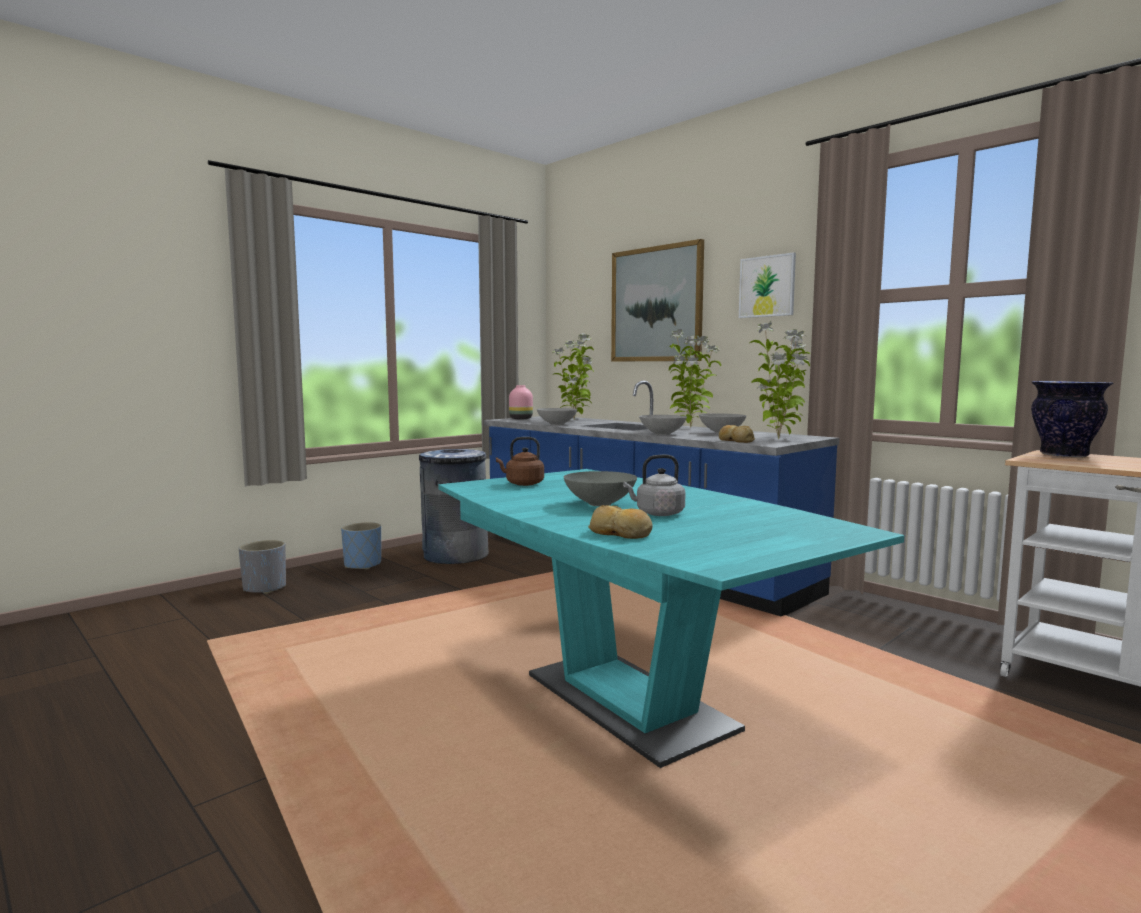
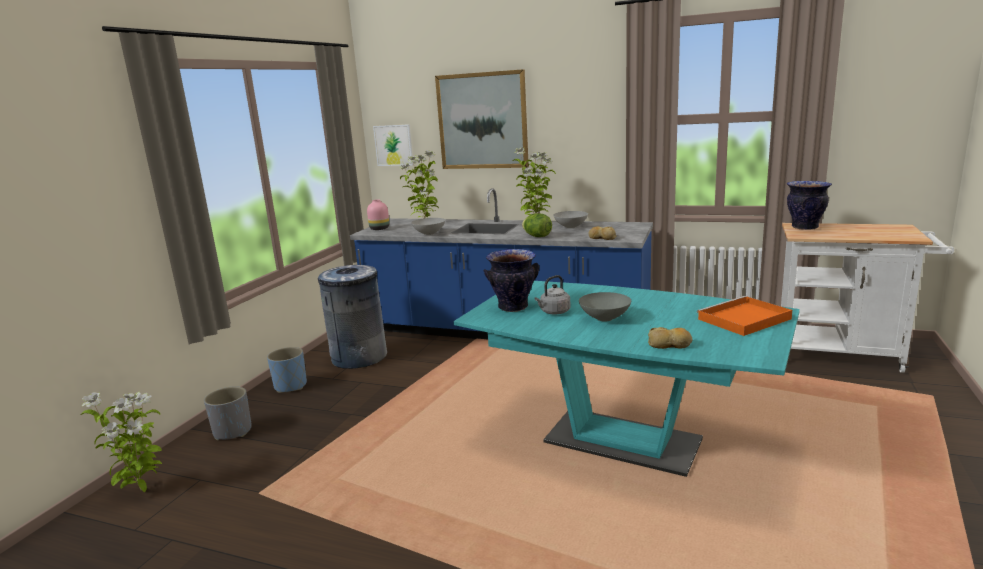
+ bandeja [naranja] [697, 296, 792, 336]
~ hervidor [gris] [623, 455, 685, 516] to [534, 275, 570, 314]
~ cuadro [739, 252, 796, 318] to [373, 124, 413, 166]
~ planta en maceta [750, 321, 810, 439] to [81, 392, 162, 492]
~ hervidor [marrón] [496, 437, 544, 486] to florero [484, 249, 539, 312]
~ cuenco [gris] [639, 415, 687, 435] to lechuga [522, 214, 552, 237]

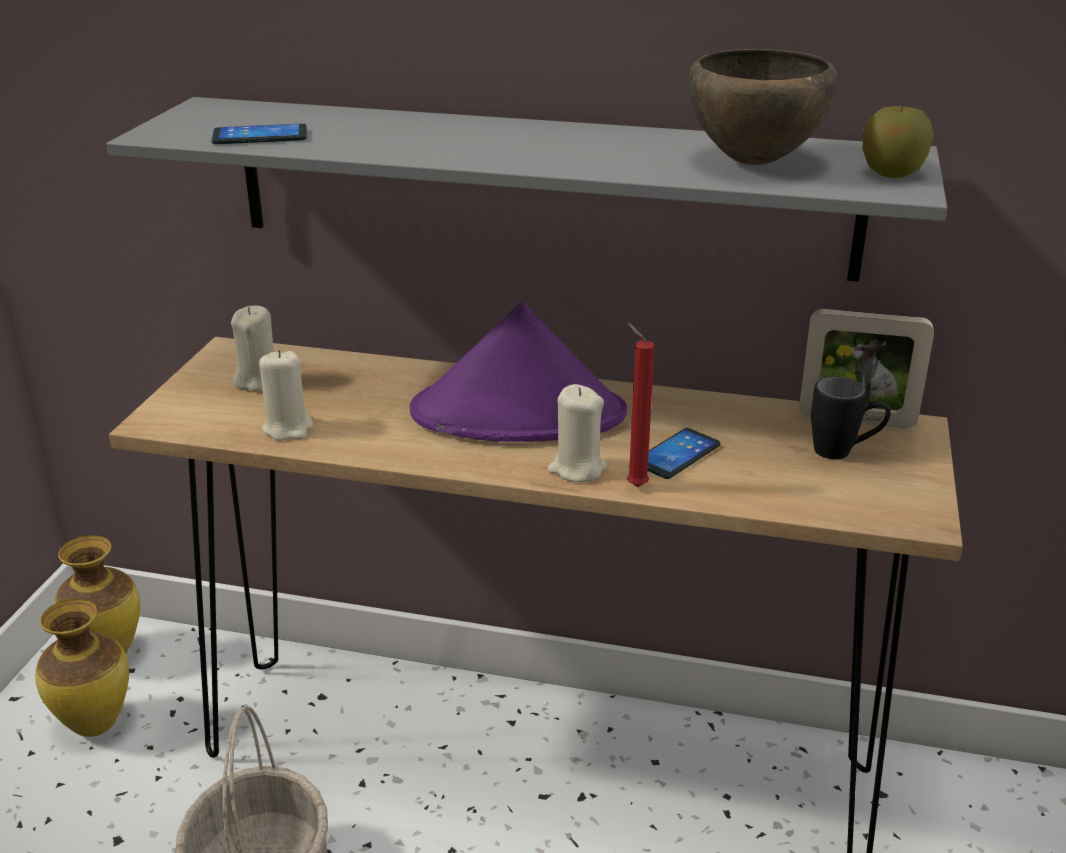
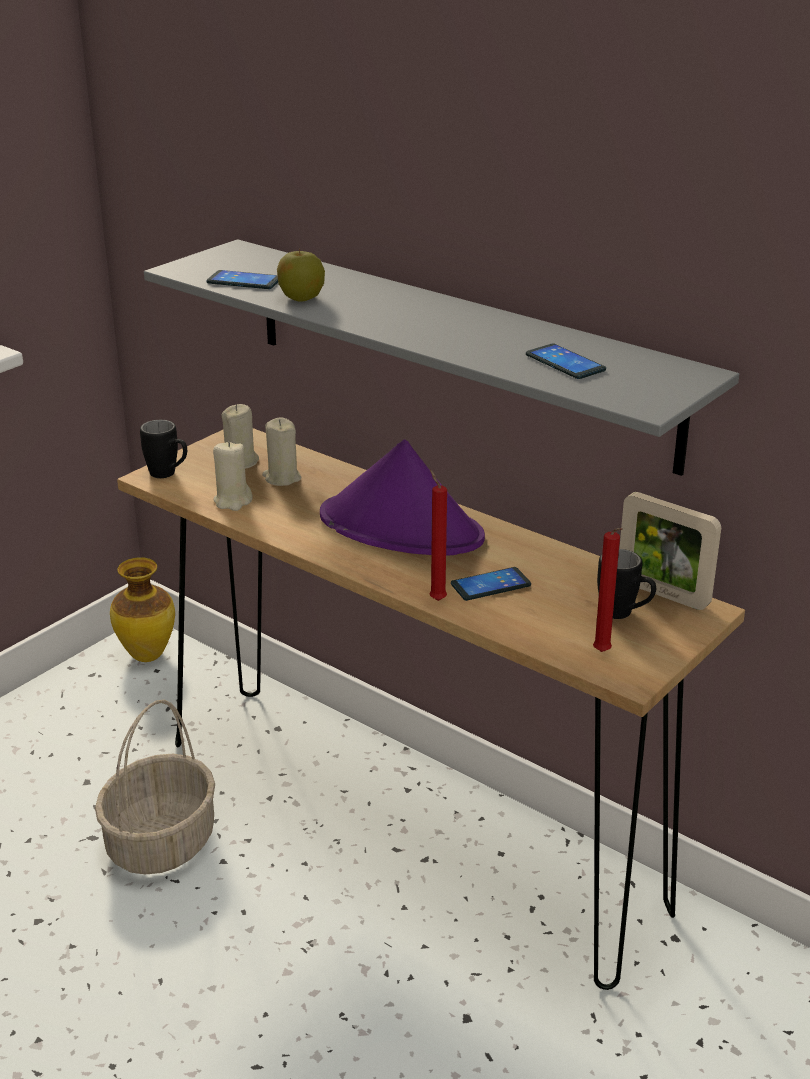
- florero [35, 598, 129, 737]
+ taza grande [negro] [140, 420, 187, 478]
+ vela [rojo] [593, 528, 623, 652]
~ vela [beis] [548, 384, 607, 482] to [262, 418, 301, 486]
~ manzana [863, 101, 934, 178] to [277, 248, 325, 302]
~ cuenco [marrón] [688, 49, 837, 165] to móvil [526, 344, 606, 379]

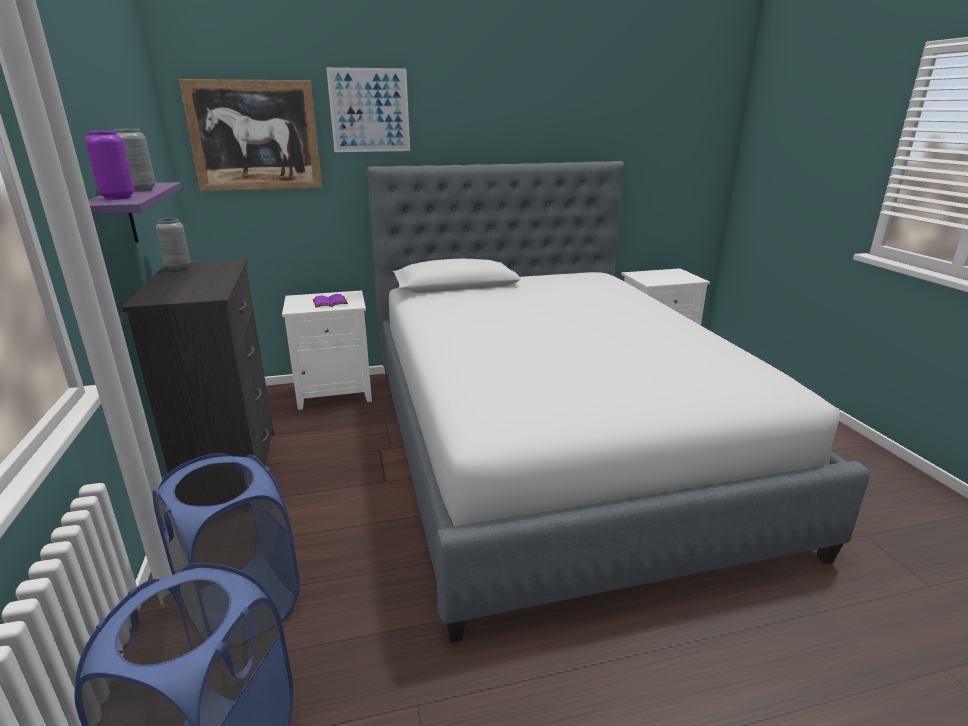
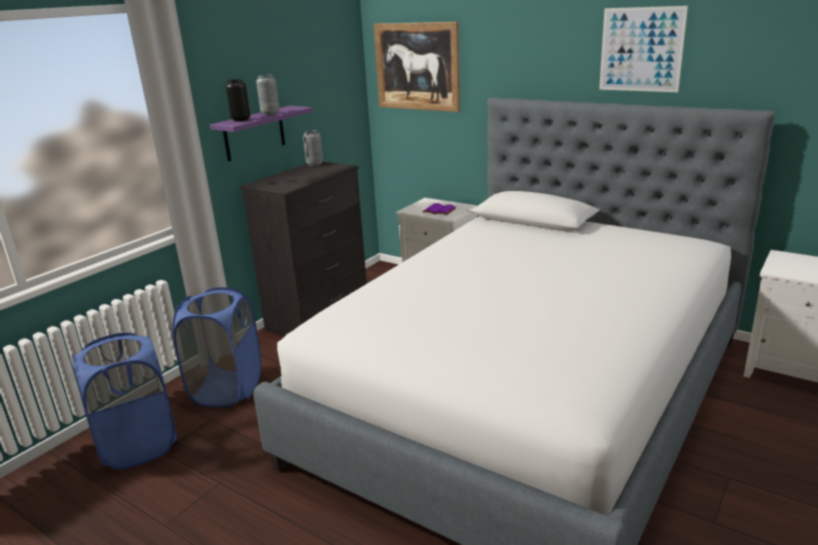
~ cuadro [326, 67, 410, 152] to [599, 6, 688, 92]
~ florero [morado] [85, 131, 134, 200] to florero [negro] [226, 79, 250, 121]

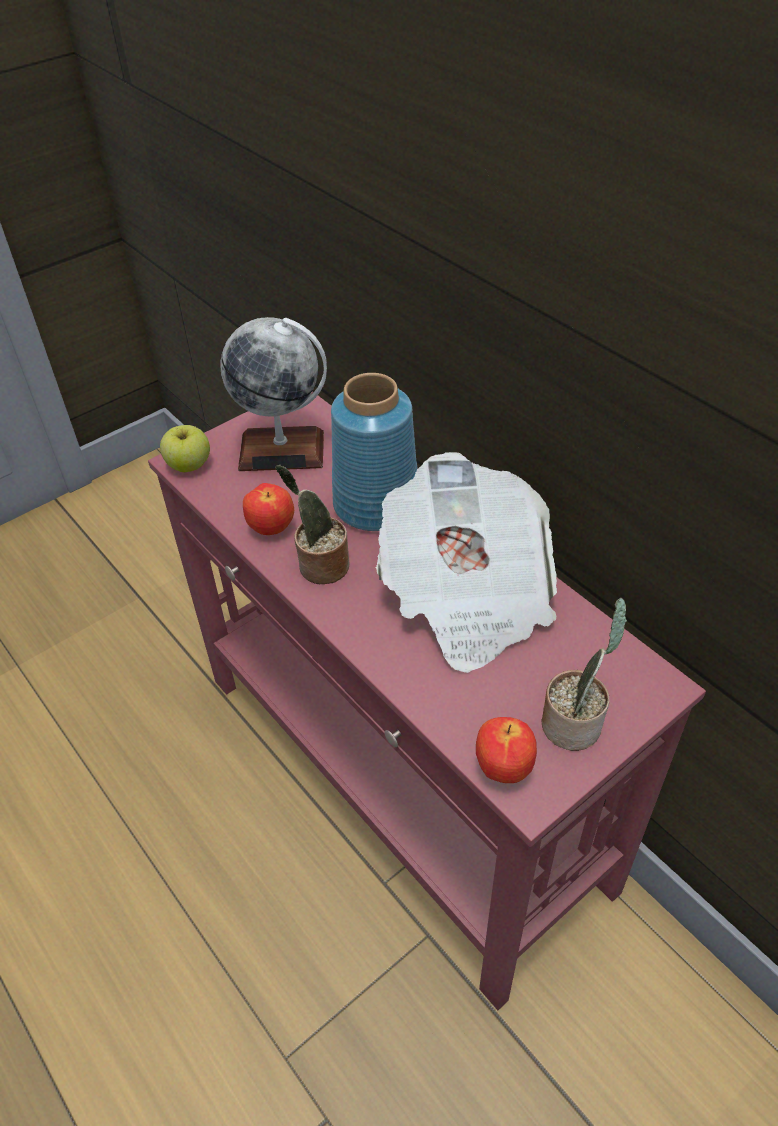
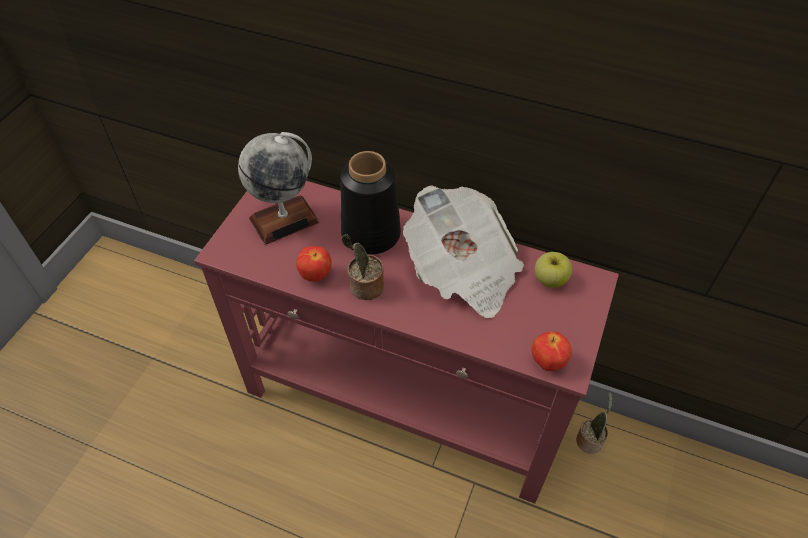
~ manzana [160, 425, 210, 472] to [535, 252, 572, 288]
~ planta en maceta [542, 598, 627, 751] to [576, 392, 613, 454]
~ florero [azul] [331, 373, 417, 531] to florero [negro] [340, 151, 401, 255]

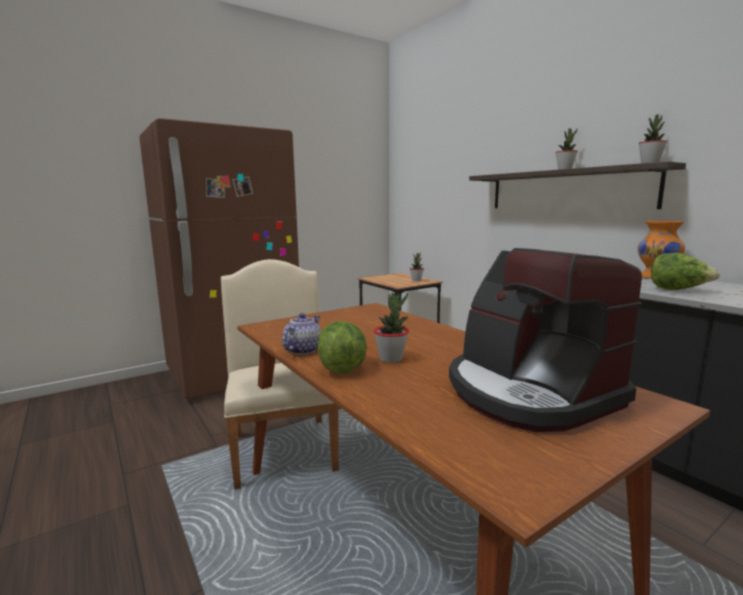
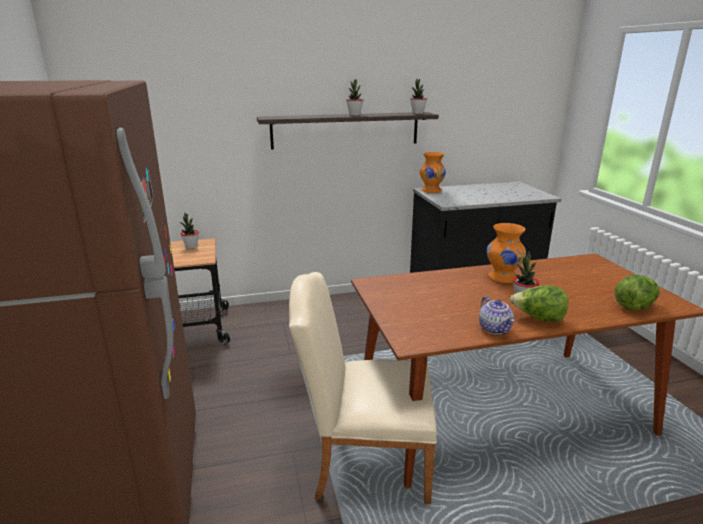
- cafetera [449, 248, 642, 432]
+ florero [naranja] [487, 223, 526, 283]
~ lechuga [651, 253, 720, 290] to [615, 274, 660, 311]
~ tetera [282, 313, 322, 355] = [479, 296, 514, 335] 150 degrees counterclockwise

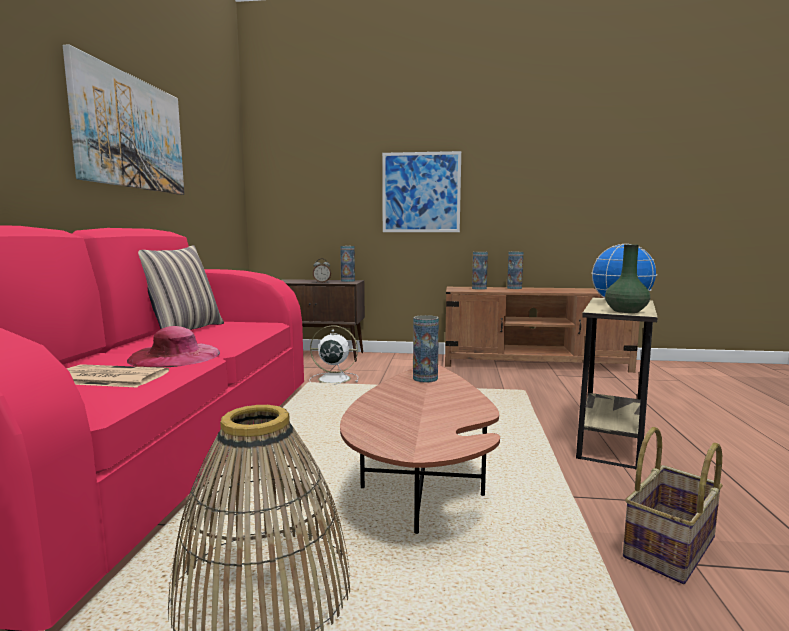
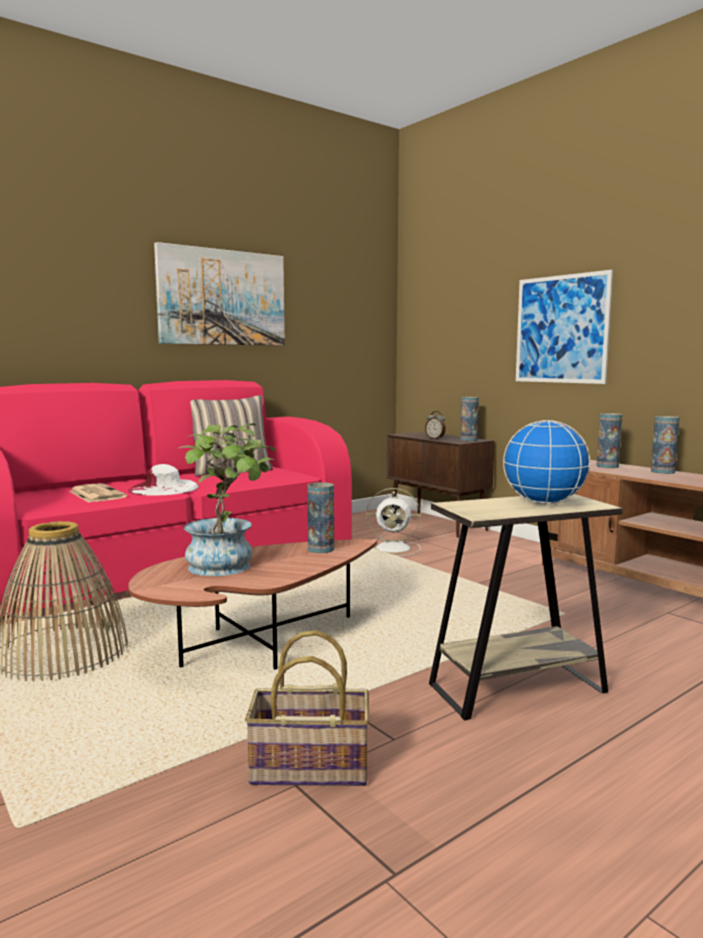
- florero [verde] [605, 245, 650, 313]
+ planta en maceta [179, 423, 276, 576]
~ sombrero [rosa] [127, 326, 220, 368] to sombrero [blanco] [128, 464, 199, 496]
~ ventilador [blanco] [309, 325, 358, 385] = [366, 488, 421, 556] 135 degrees clockwise

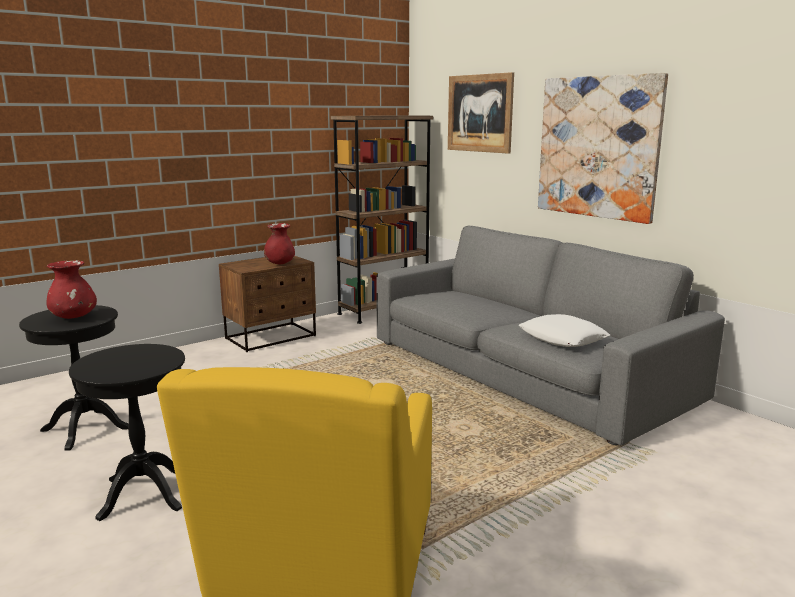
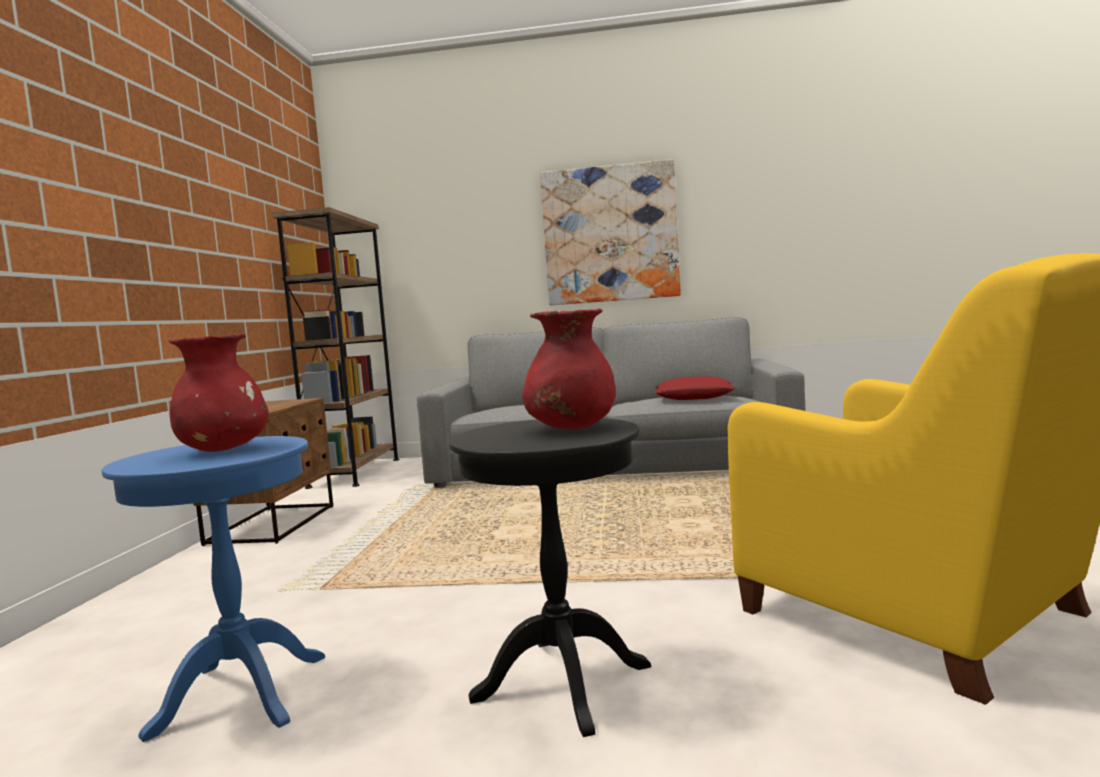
- cuadro [448, 72, 514, 154]
~ florero [rojo] [264, 223, 295, 264] to [522, 308, 616, 429]
~ mesa auxiliar [negro] [19, 305, 129, 451] to mesa auxiliar [azul] [102, 436, 325, 742]
~ cojín [blanco] [519, 314, 610, 347] to cojín [rojo] [655, 376, 735, 400]

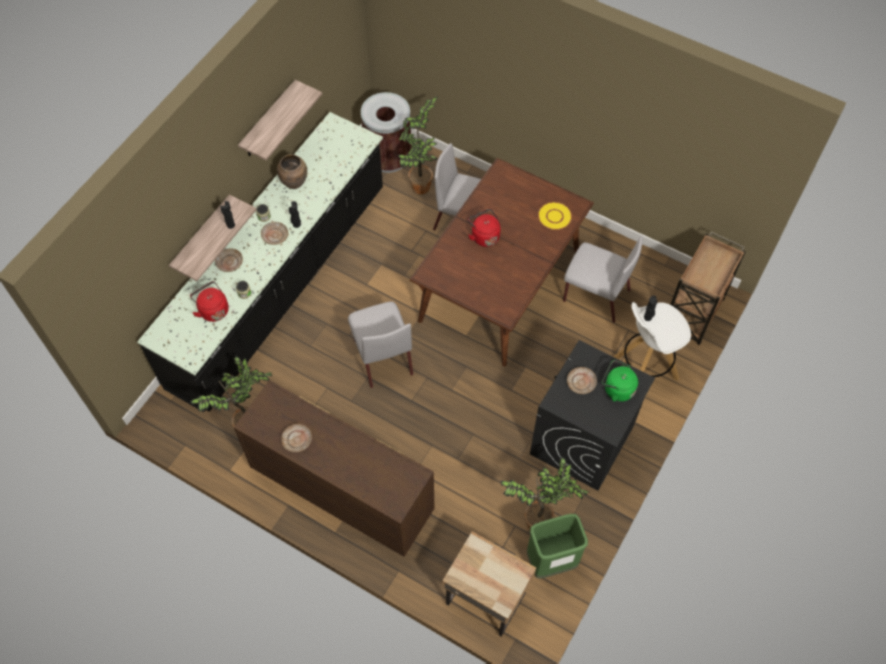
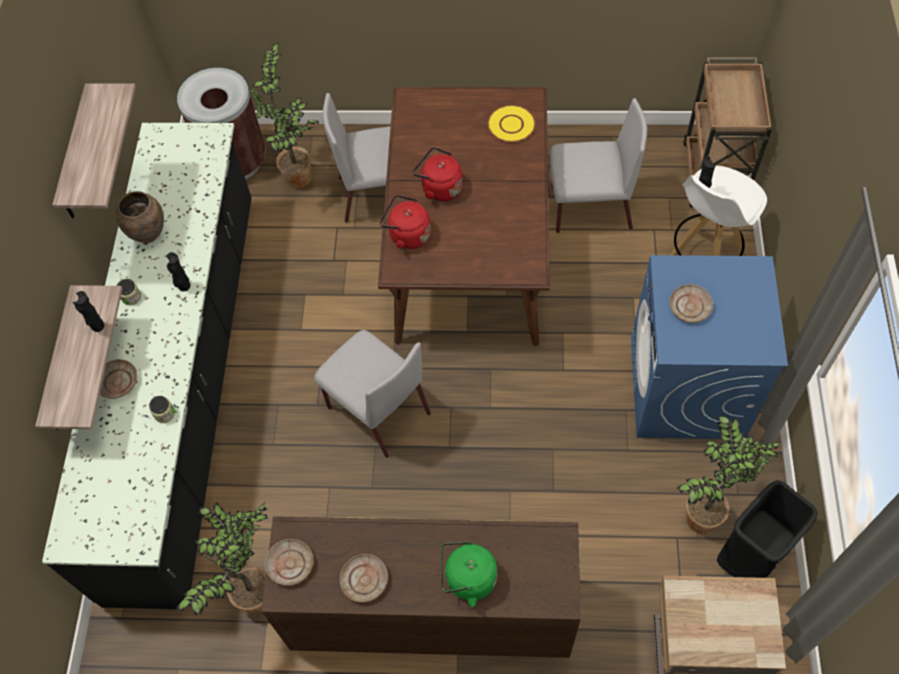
~ hervidor [rojo] [190, 281, 229, 322] to [380, 195, 431, 249]
~ plato [beis] [261, 222, 288, 245] to [265, 539, 314, 586]
~ hervidor [verde] [602, 360, 638, 402] to [441, 542, 497, 607]
~ papelera [verde] [527, 514, 588, 578] to papelera [negro] [717, 480, 818, 578]
~ lavadora [negro] [530, 340, 655, 491] to lavadora [azul] [631, 255, 788, 439]

